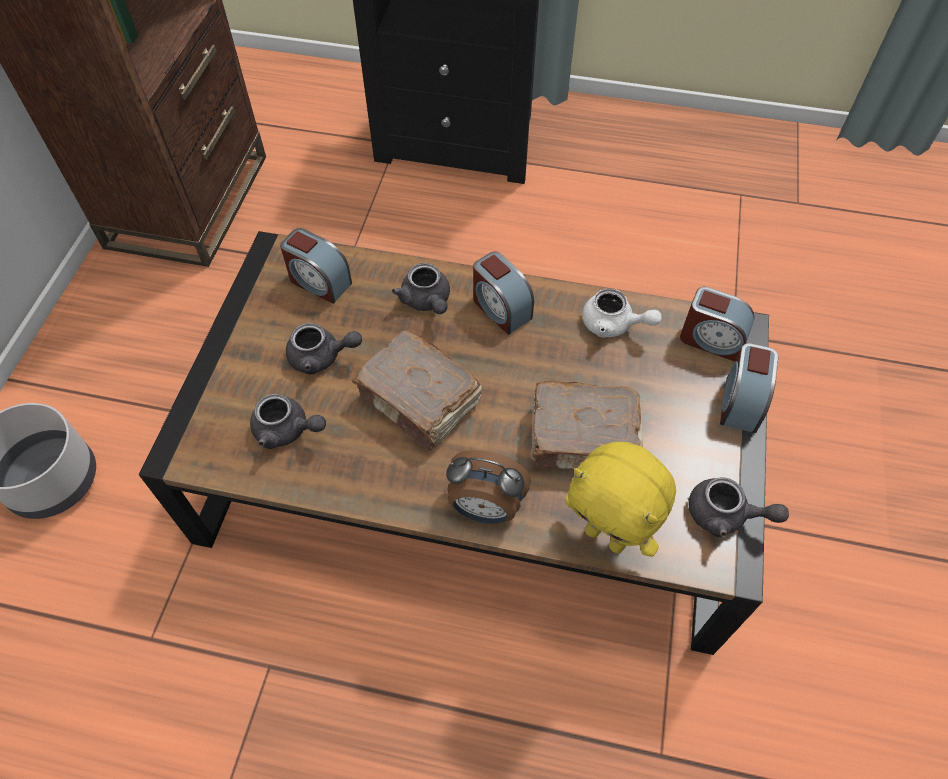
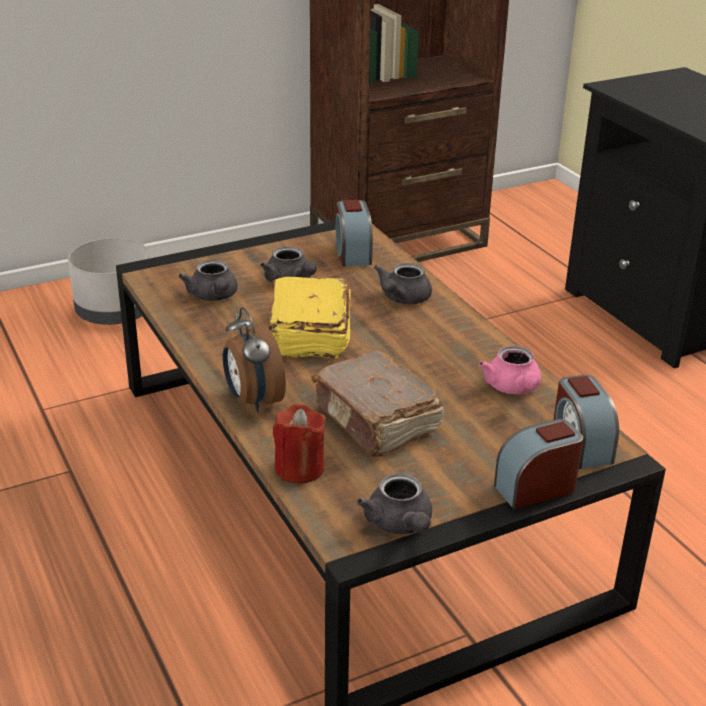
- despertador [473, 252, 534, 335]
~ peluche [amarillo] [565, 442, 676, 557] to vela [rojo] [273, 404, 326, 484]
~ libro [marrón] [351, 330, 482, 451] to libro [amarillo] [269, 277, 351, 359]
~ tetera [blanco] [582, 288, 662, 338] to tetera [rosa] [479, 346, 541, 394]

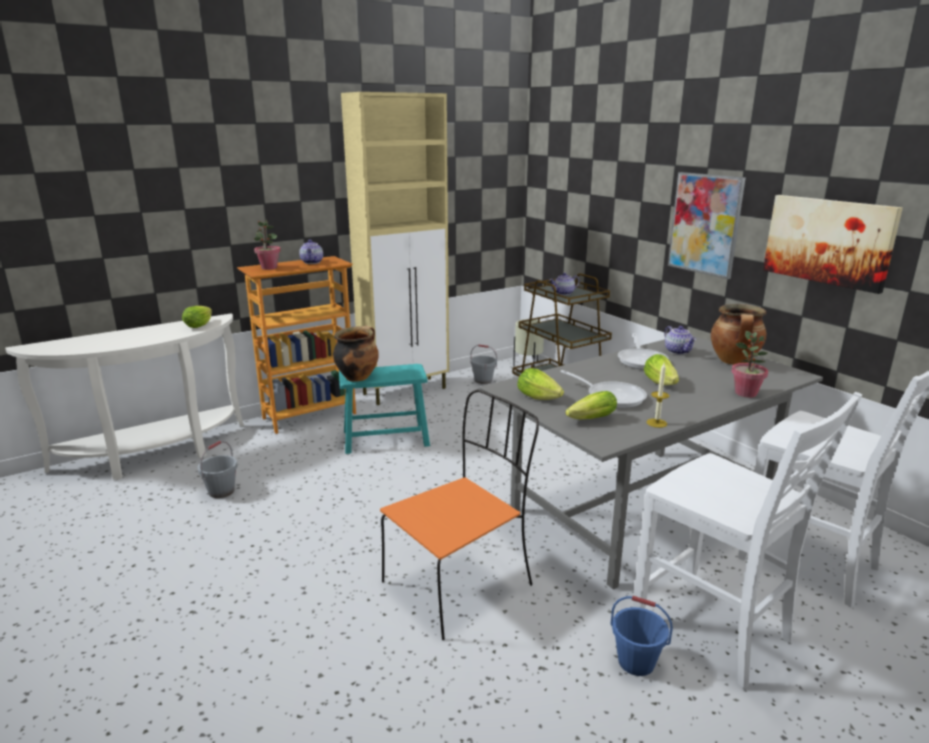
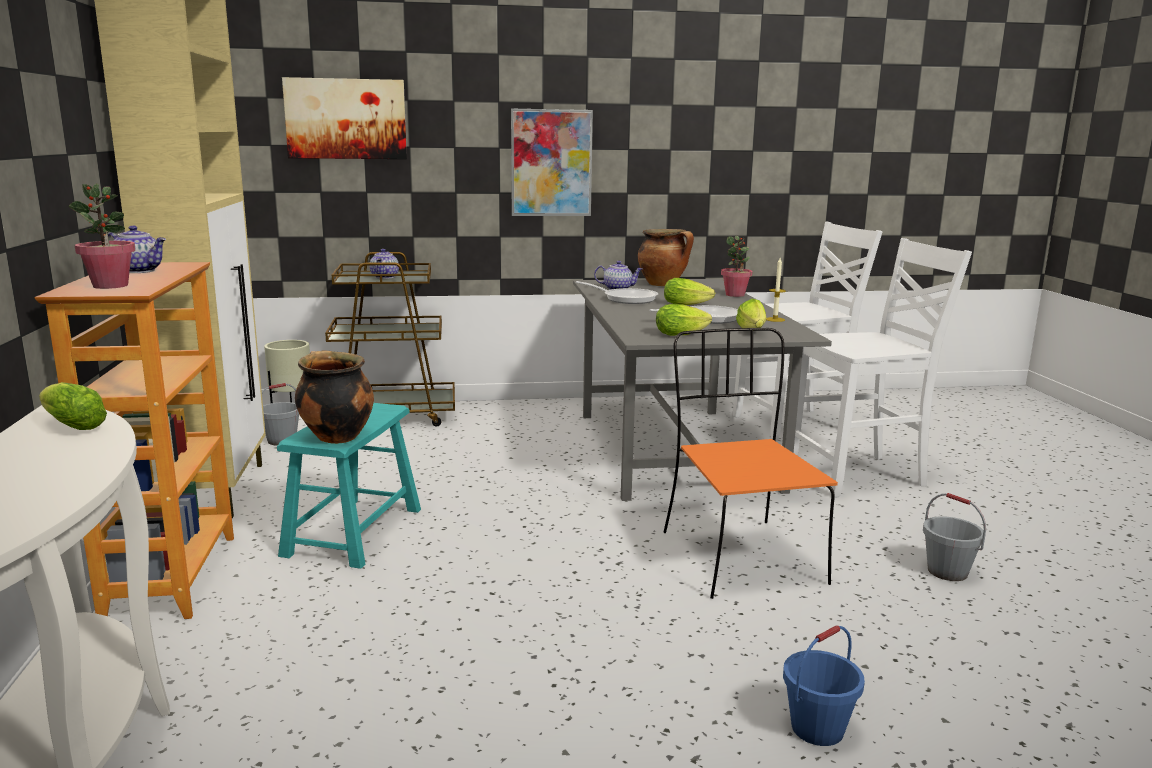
~ cubo [gris] [197, 441, 238, 498] to [923, 493, 986, 581]
~ cubo [azul] [611, 596, 673, 676] to [783, 625, 865, 746]
~ cuadro [763, 195, 903, 294] to [282, 77, 407, 159]

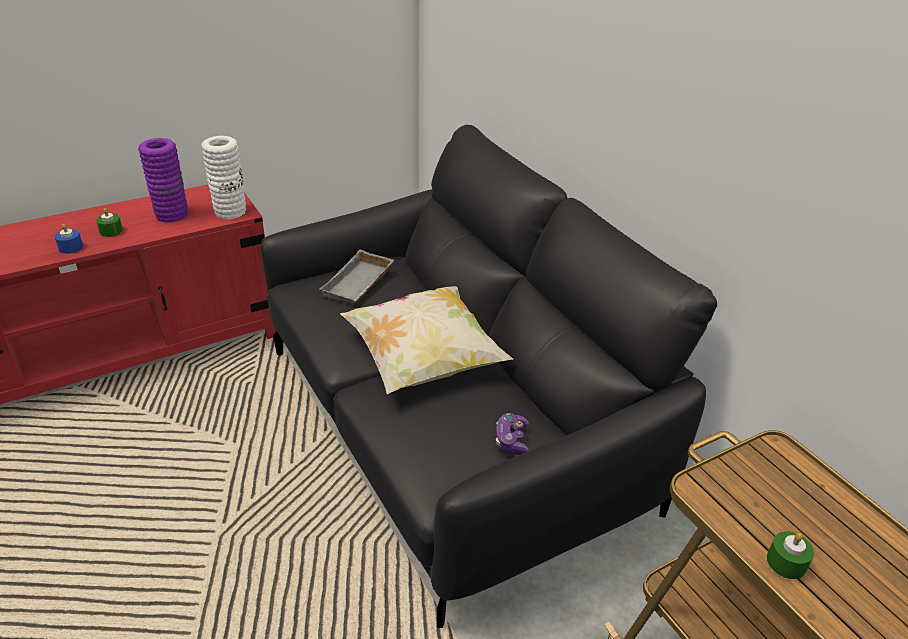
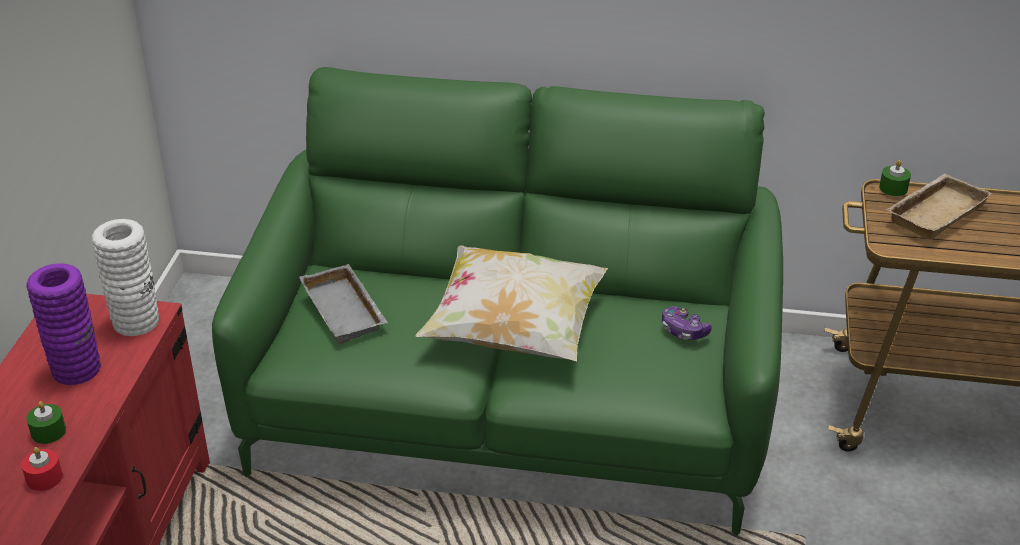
+ bandeja [beis] [886, 174, 992, 240]
~ vela [verde] [767, 531, 814, 579] to [879, 160, 911, 196]
~ vela [azul] [55, 224, 83, 254] to vela [rojo] [21, 447, 63, 491]
~ sofá [negro] [260, 125, 717, 628] to sofá [verde] [212, 67, 783, 536]

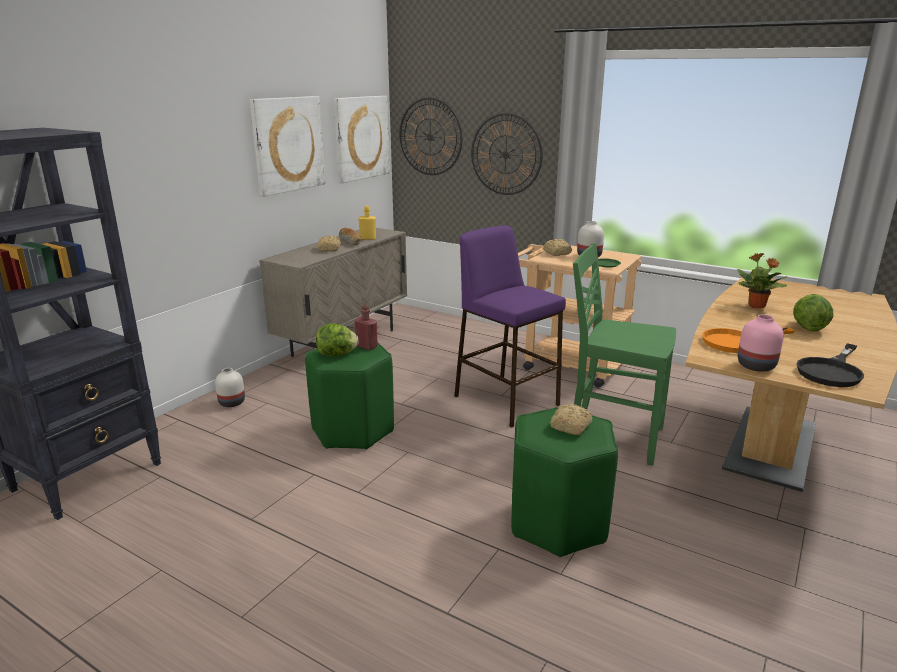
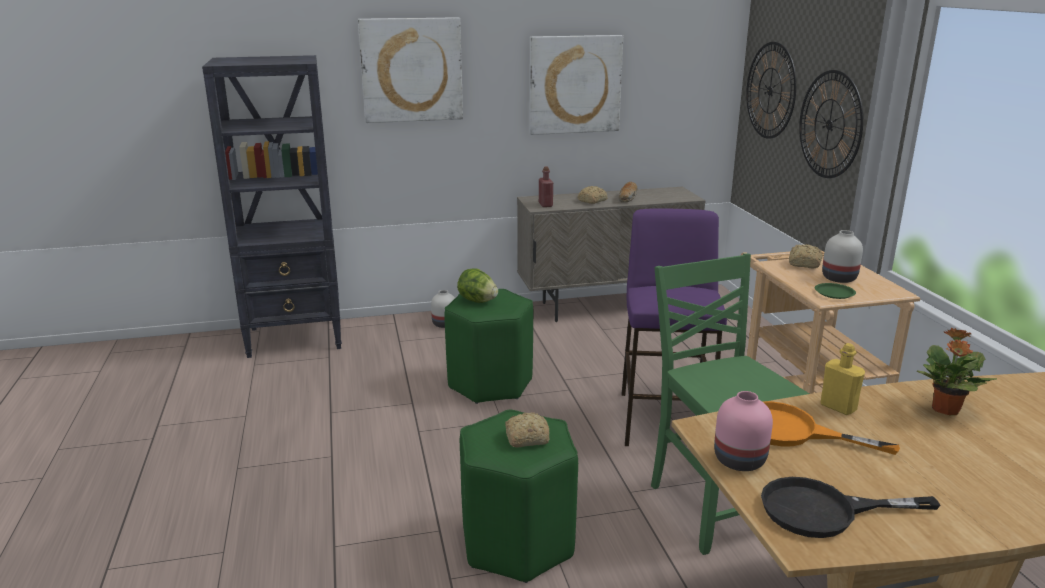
- lechuga [793, 294, 833, 332]
~ cuadro [334, 96, 390, 183] to [358, 17, 463, 123]
~ botella [rojo] [354, 305, 378, 350] to [539, 166, 553, 207]
~ botella [amarillo] [358, 206, 376, 240] to [821, 343, 865, 415]

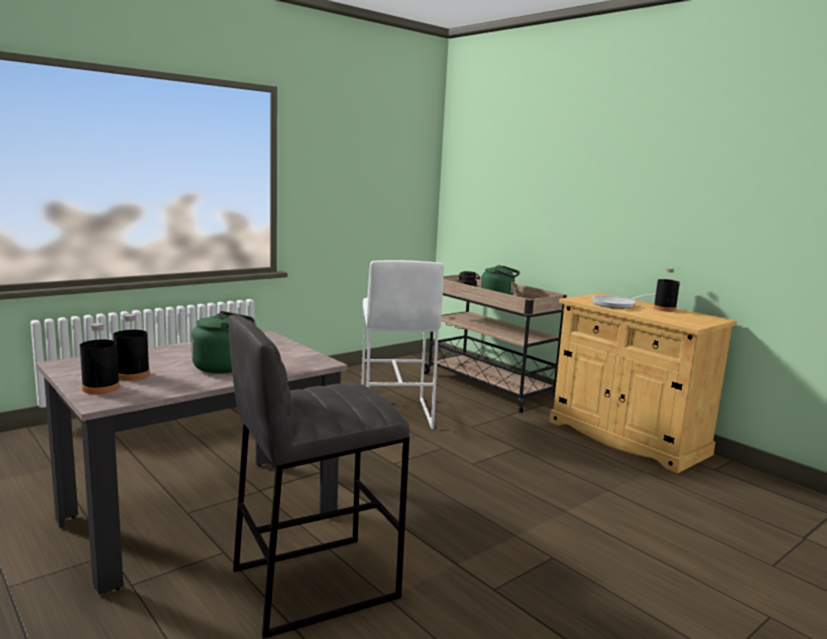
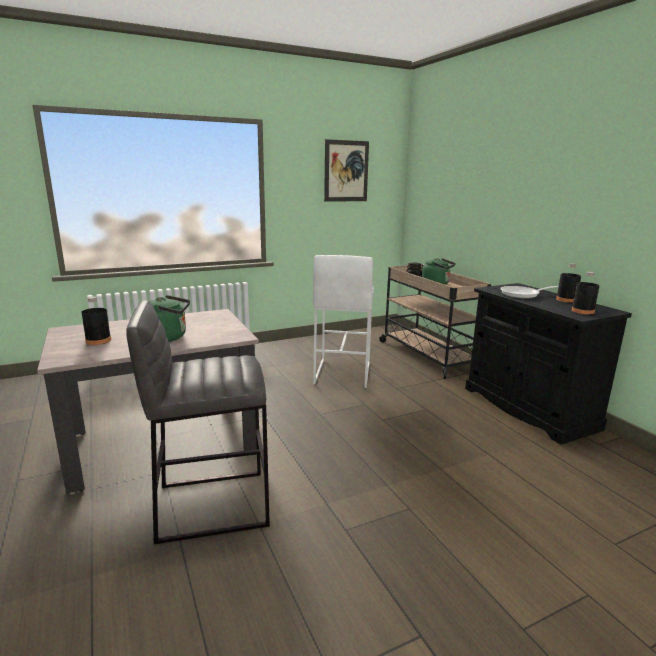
+ cuadro [324, 139, 369, 202]
~ botella [negro] [80, 323, 120, 394] to [572, 272, 600, 314]
~ armario [beis] [549, 293, 737, 473] to armario [negro] [465, 283, 632, 445]

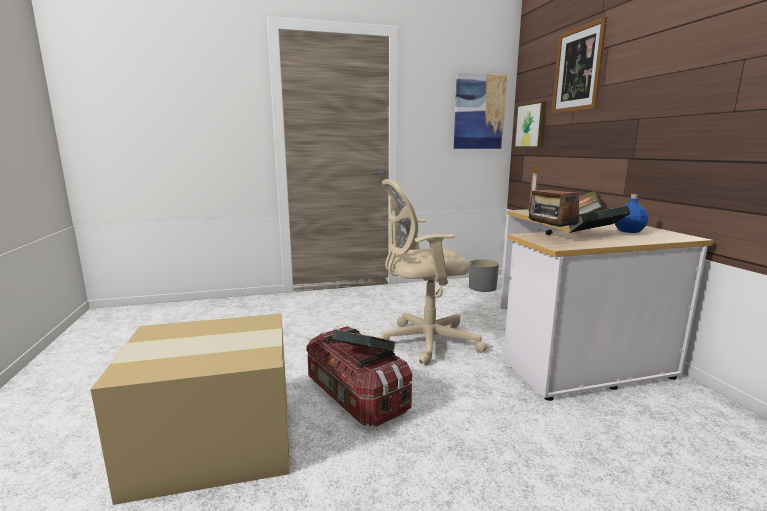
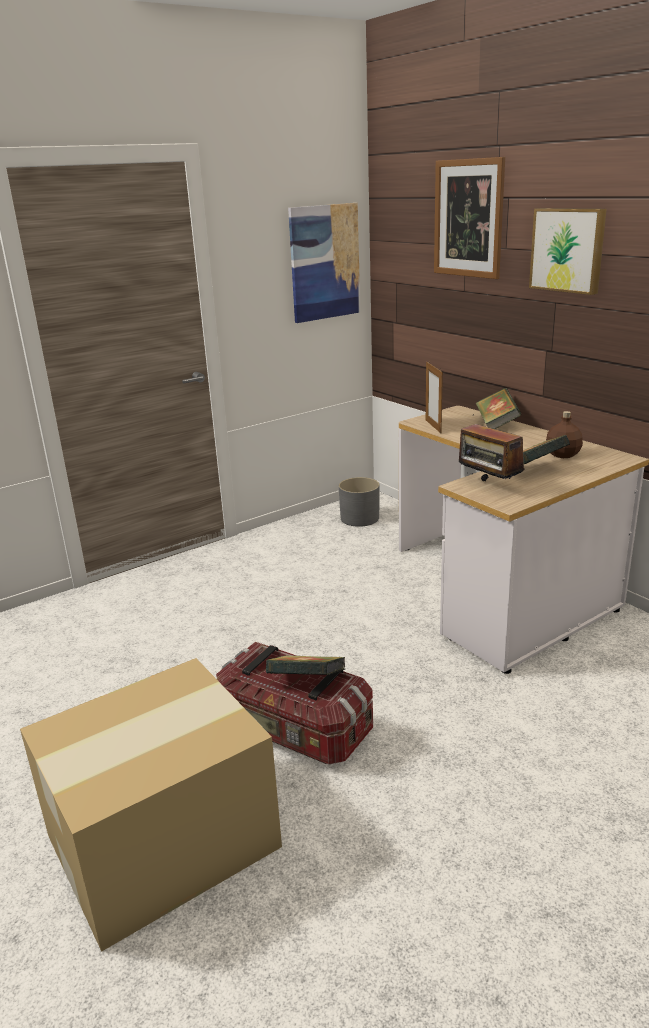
- silla de oficina [beis] [377, 179, 487, 366]
~ cuadro [514, 101, 547, 148] to [529, 208, 607, 295]
~ botella [azul] [615, 194, 648, 233] to botella [marrón] [546, 411, 583, 458]

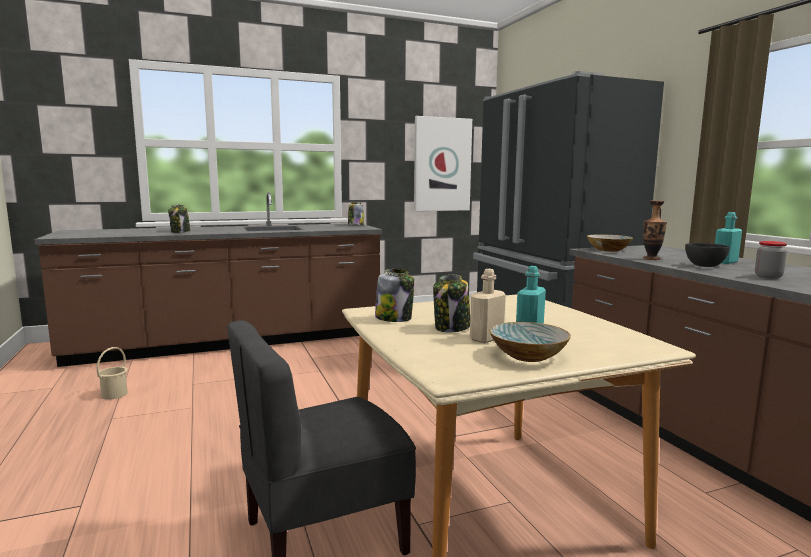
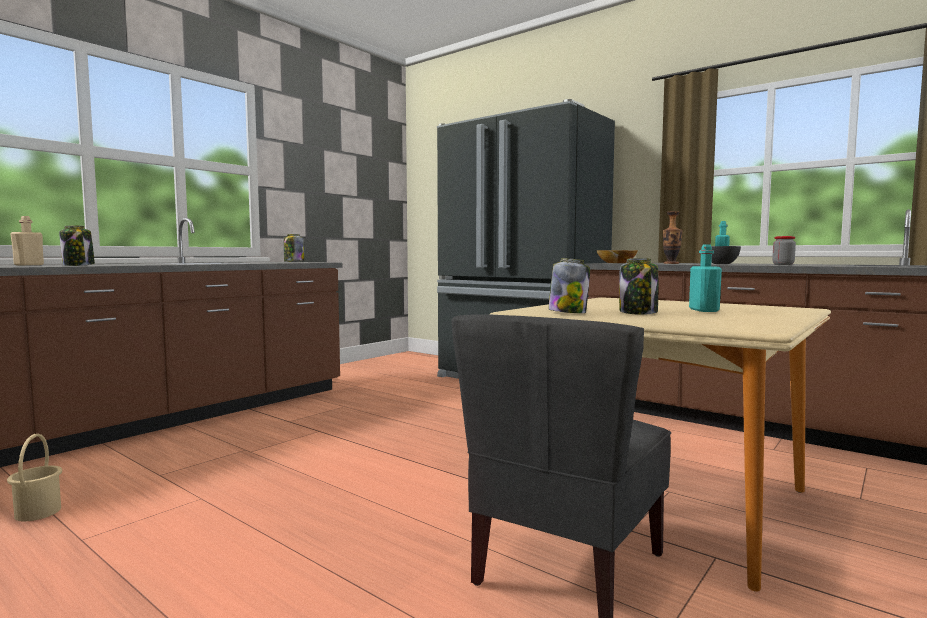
- cuadro [414, 116, 472, 211]
- cuenco [490, 322, 571, 362]
~ botella [beis] [470, 269, 506, 343] to [11, 216, 44, 265]

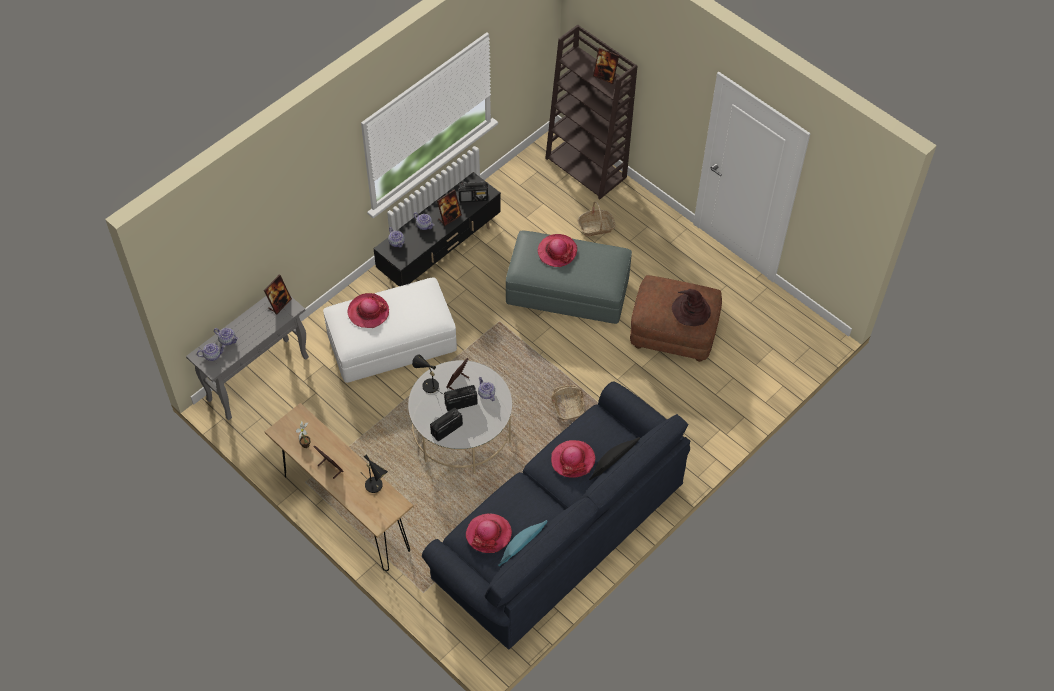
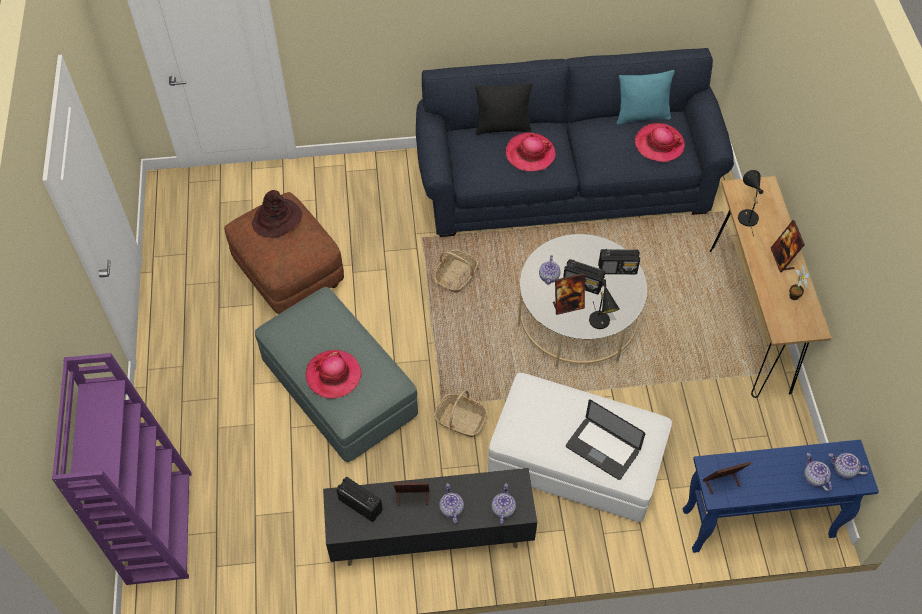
- portarretratos [593, 47, 619, 84]
~ cesta [578, 201, 616, 237] to [434, 390, 487, 437]
~ sombrero [348, 293, 389, 328] to portátil [566, 400, 645, 480]
~ mesa consola [gris] [186, 296, 309, 420] to mesa consola [azul] [683, 440, 879, 553]
~ estantería [marrón] [545, 25, 637, 199] to estantería [morado] [52, 353, 192, 585]

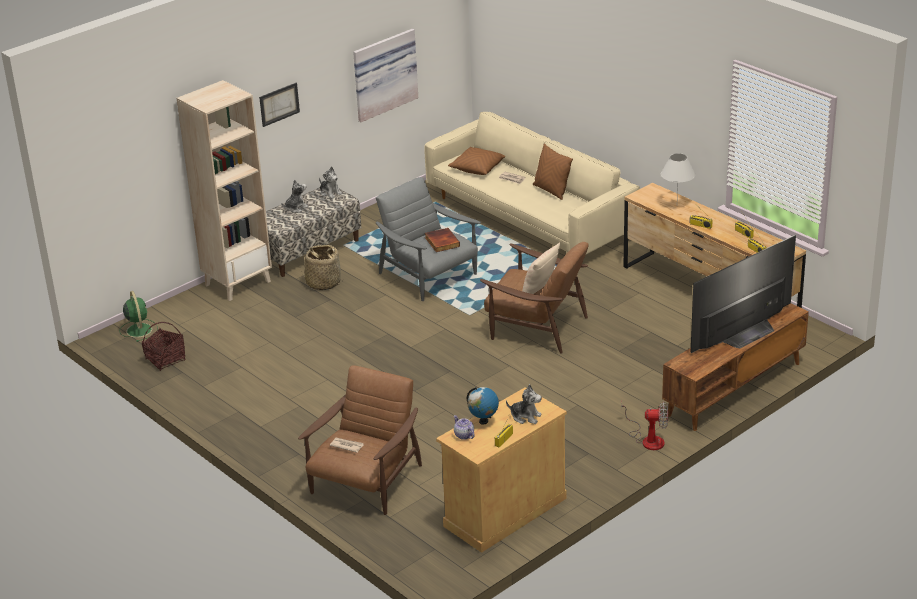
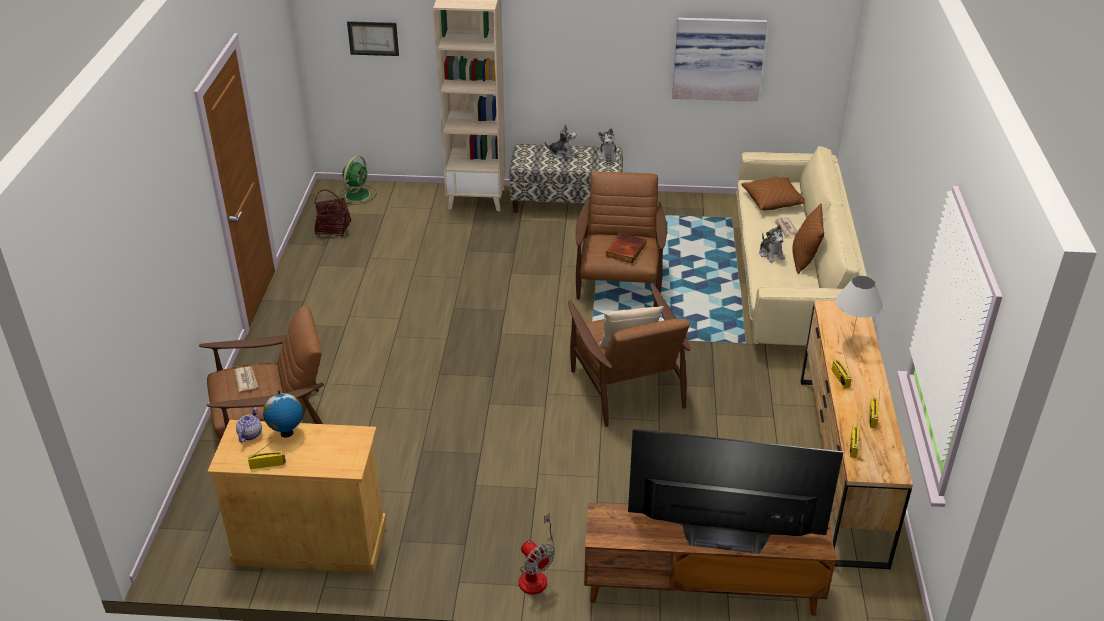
- cesta [300, 245, 342, 290]
~ cuadro [259, 83, 300, 127] to [347, 21, 399, 56]
~ peluche [506, 384, 542, 424] to [759, 225, 785, 263]
~ sillón [gris] [376, 177, 481, 301] to sillón [marrón] [576, 172, 667, 299]

